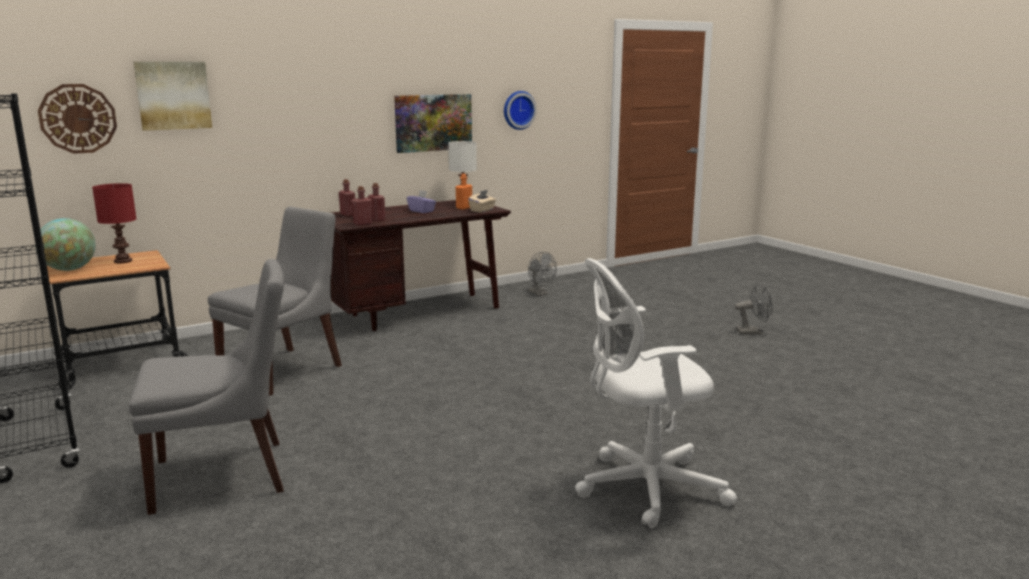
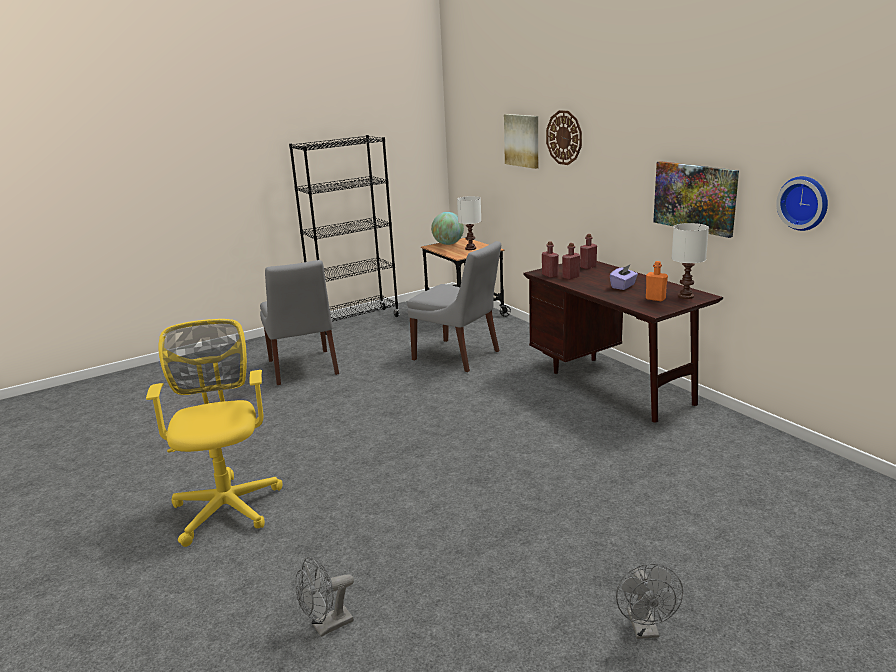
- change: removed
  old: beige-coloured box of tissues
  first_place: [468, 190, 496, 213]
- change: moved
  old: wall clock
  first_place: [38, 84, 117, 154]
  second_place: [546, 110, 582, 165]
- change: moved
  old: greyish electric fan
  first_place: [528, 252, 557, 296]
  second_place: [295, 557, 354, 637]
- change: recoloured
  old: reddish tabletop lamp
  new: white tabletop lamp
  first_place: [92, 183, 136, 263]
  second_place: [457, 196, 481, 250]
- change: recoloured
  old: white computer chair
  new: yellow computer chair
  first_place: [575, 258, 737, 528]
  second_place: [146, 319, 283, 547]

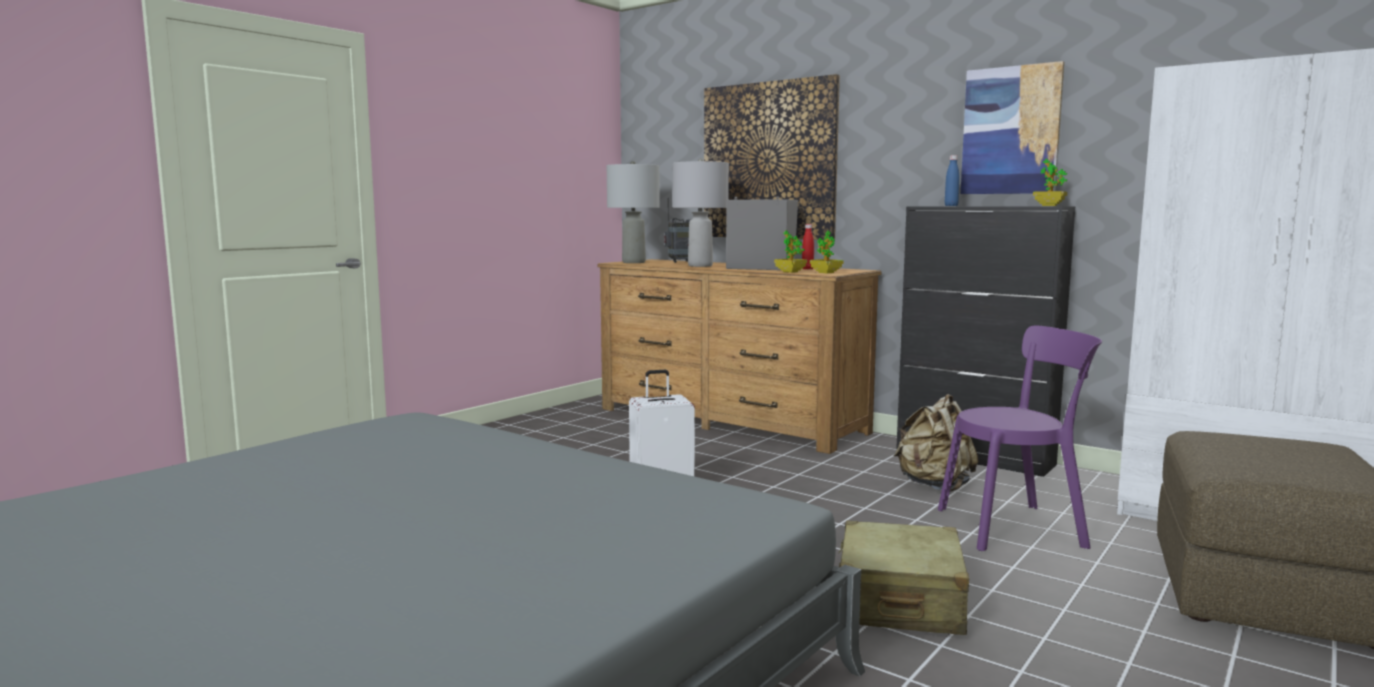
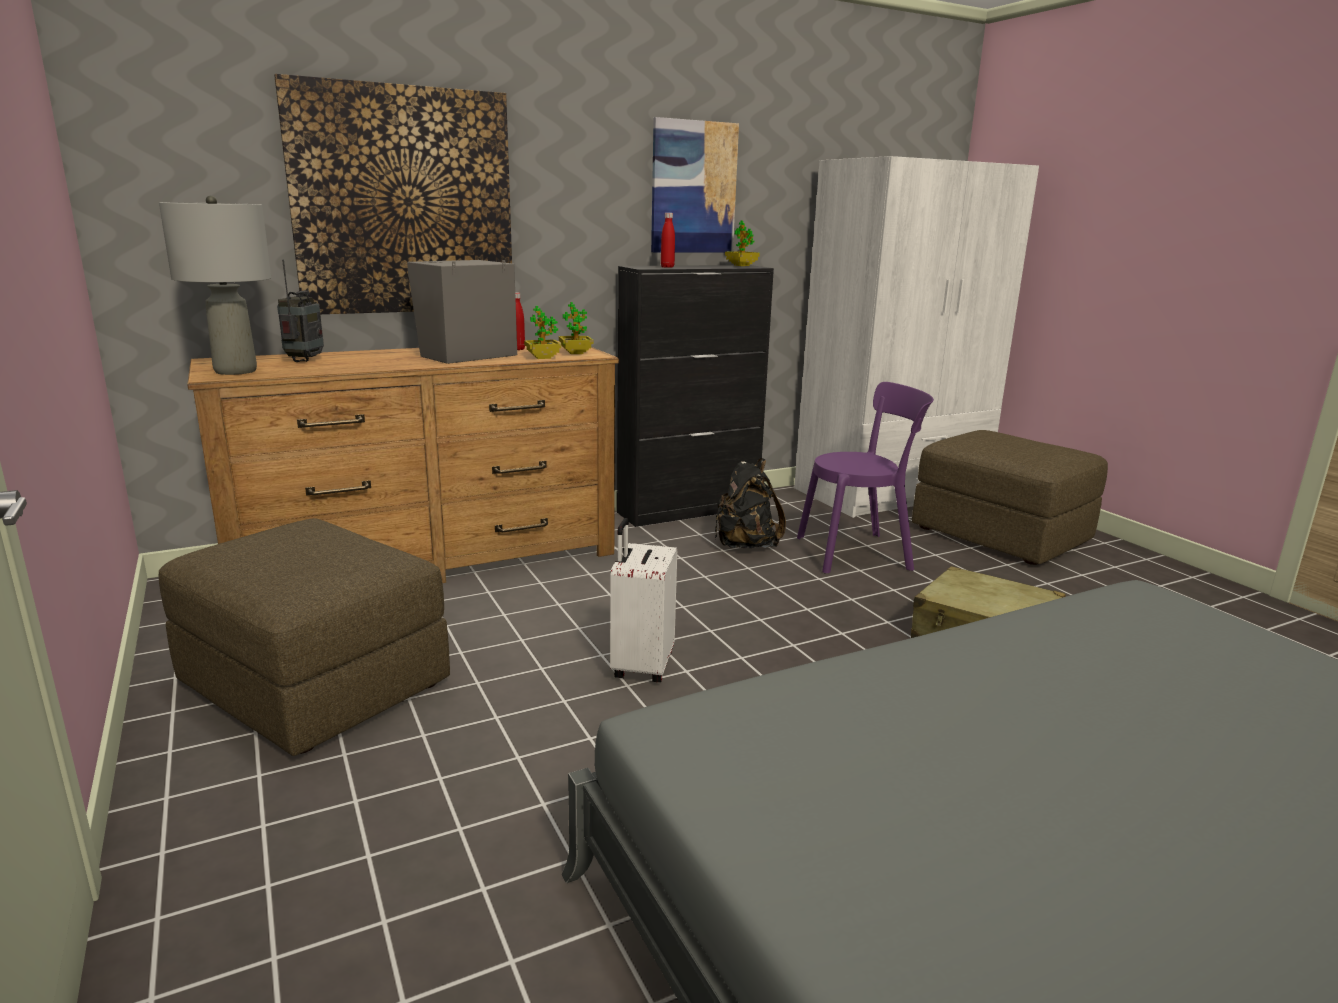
- change: removed
  old: greyish tabletop lamp
  first_place: [673, 158, 729, 267]
- change: added
  new: brown-coloured pouffe
  second_place: [159, 518, 450, 756]
- change: recoloured
  old: beige-coloured knapsack
  new: black-coloured knapsack
  first_place: [894, 394, 978, 492]
  second_place: [715, 458, 786, 548]
- change: recoloured
  old: blue-coloured drink bottle
  new: reddish drink bottle
  first_place: [945, 155, 960, 206]
  second_place: [661, 213, 675, 268]
- change: turned
  old: purple-coloured upright chair
  first_place: [938, 326, 1102, 551]
  second_place: [797, 382, 934, 573]
  degrees: 60

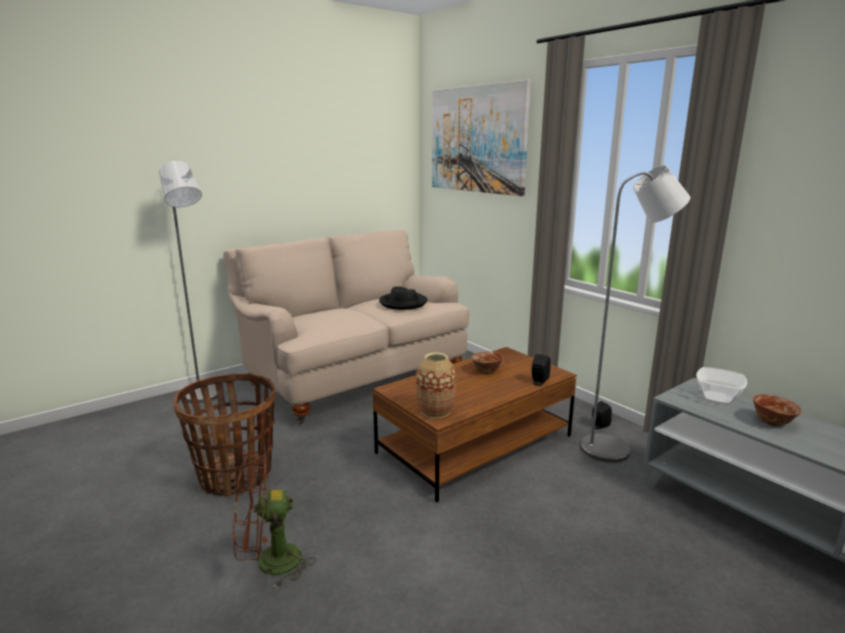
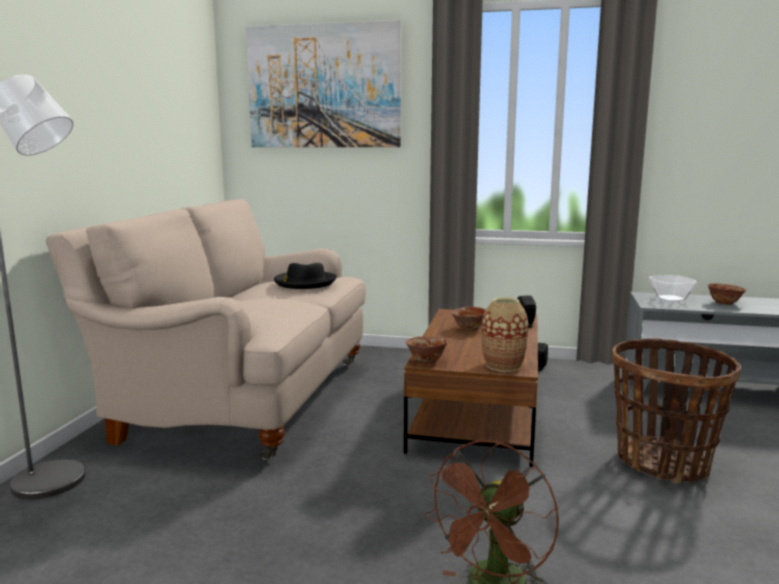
- change: removed
  old: greyish standard lamp
  first_place: [580, 165, 690, 463]
- change: added
  new: deep dish
  second_place: [406, 336, 447, 364]
- change: moved
  old: storage basket
  first_place: [173, 373, 276, 497]
  second_place: [612, 338, 741, 483]

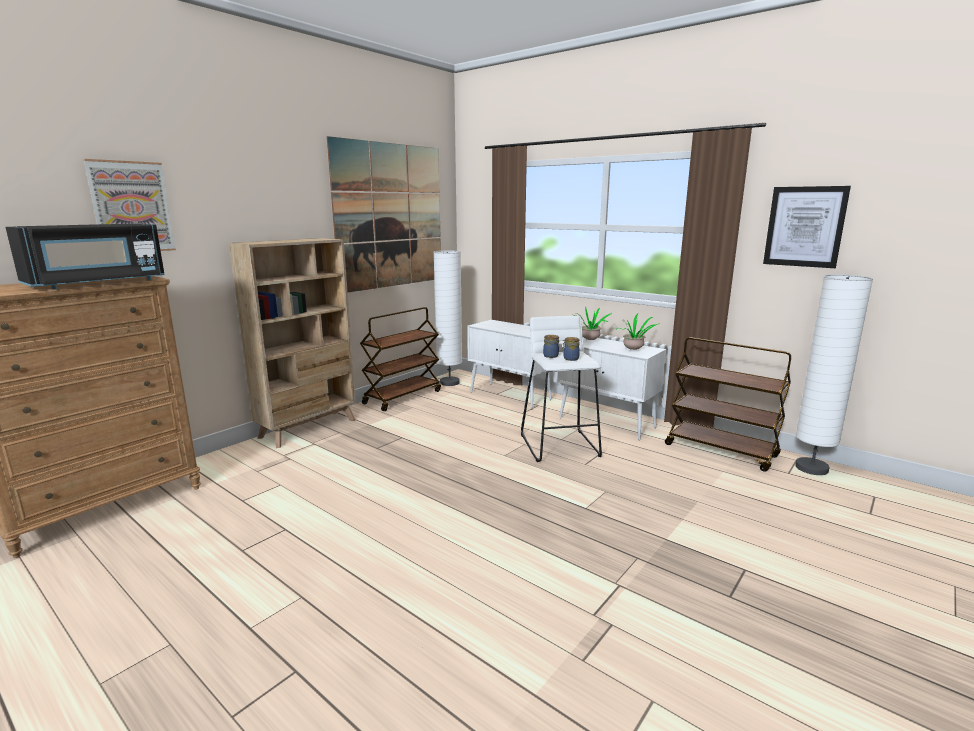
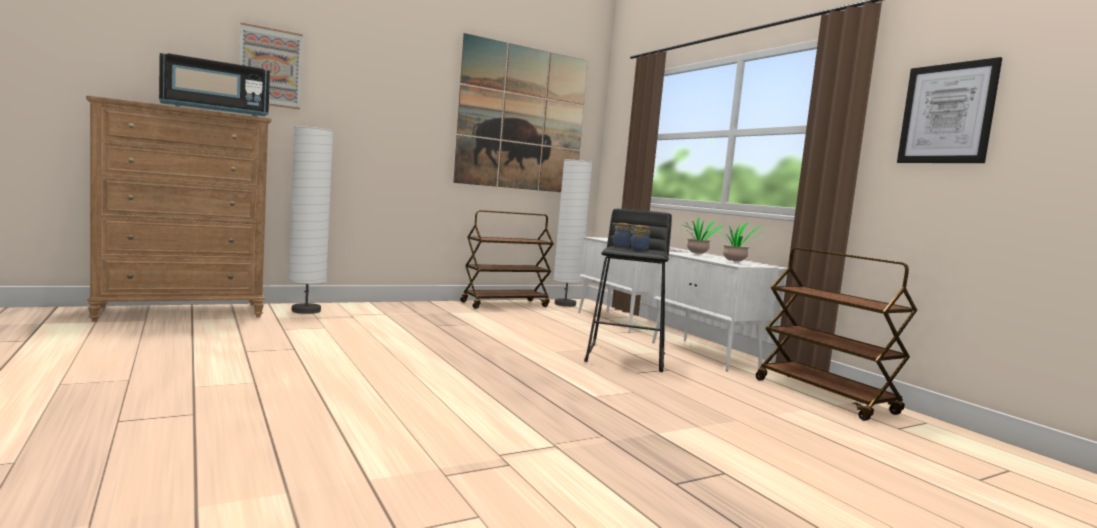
- change: removed
  old: beige-coloured shelving unit
  first_place: [229, 238, 356, 448]
- change: moved
  old: white standard lamp
  first_place: [795, 274, 873, 475]
  second_place: [288, 126, 333, 314]
- change: recoloured
  old: white sitting stool
  new: black-coloured sitting stool
  first_place: [521, 316, 602, 462]
  second_place: [584, 209, 672, 372]

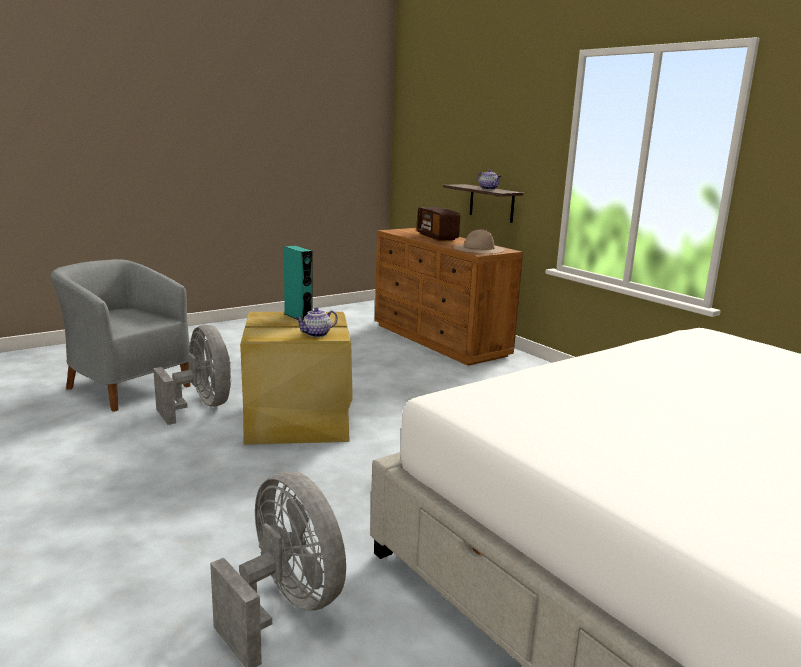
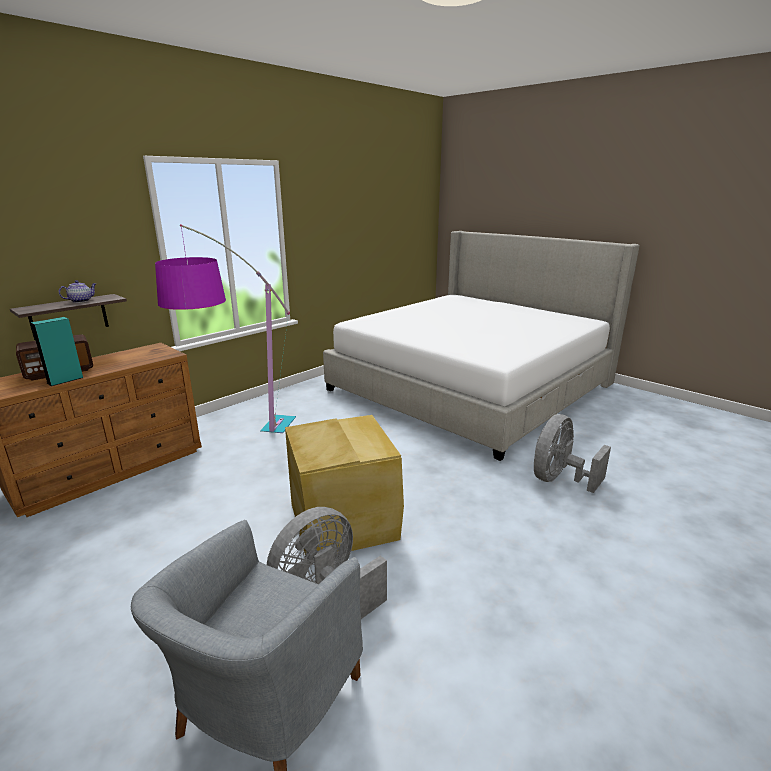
- change: removed
  old: tea pot
  first_place: [295, 308, 338, 337]
- change: removed
  old: beige-coloured wearable hat
  first_place: [453, 229, 505, 254]
- change: added
  new: standard lamp
  second_place: [155, 224, 296, 433]
- change: moved
  old: turquoise speaker
  first_place: [284, 246, 313, 321]
  second_place: [31, 317, 84, 386]

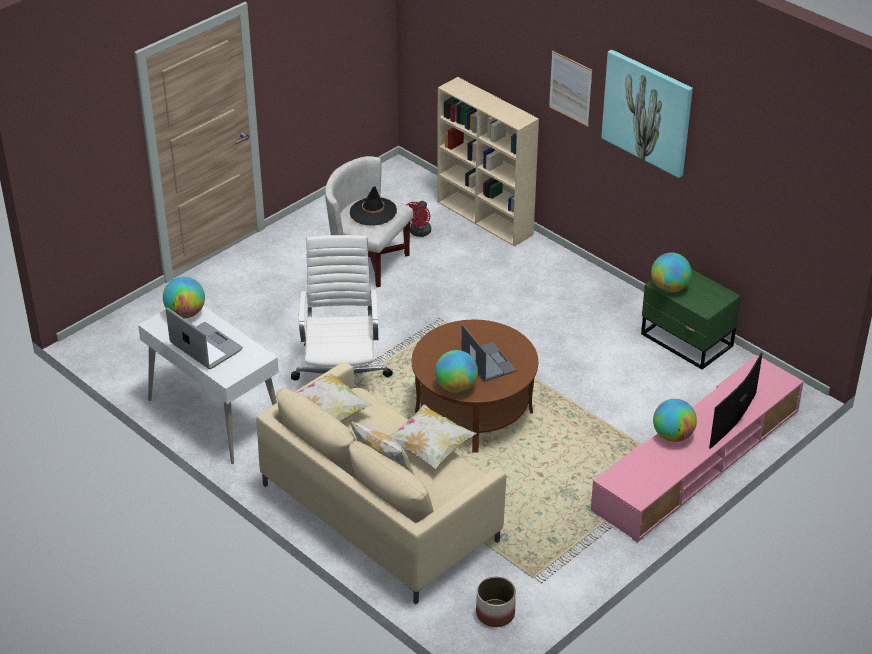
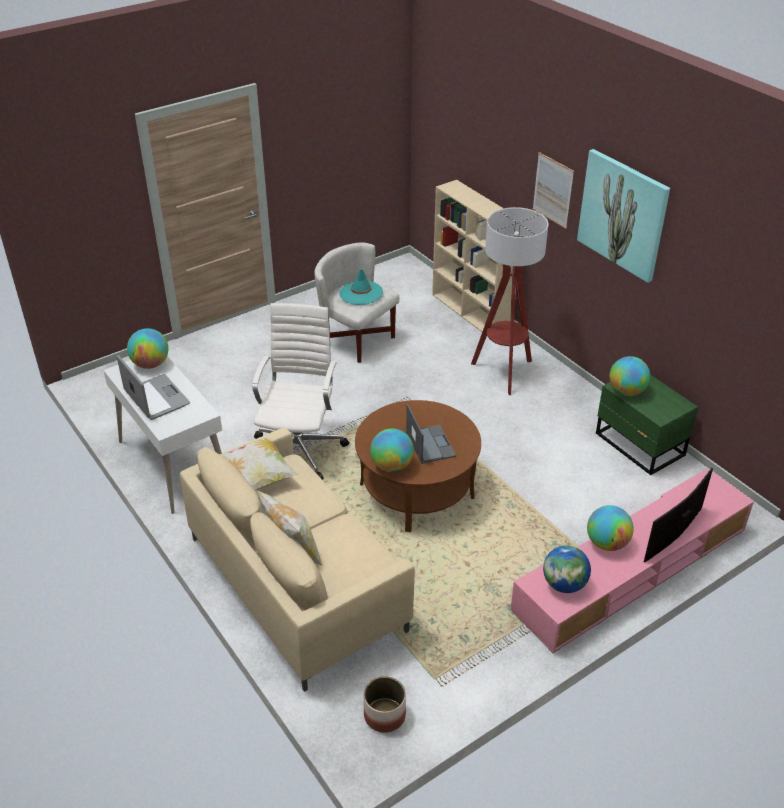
- change: removed
  old: throw pillow
  first_place: [389, 404, 477, 469]
- change: removed
  old: reddish electric fan
  first_place: [406, 201, 431, 237]
- change: added
  new: standard lamp
  second_place: [471, 207, 549, 395]
- change: added
  new: world globe
  second_place: [543, 545, 591, 593]
- change: recoloured
  old: black-coloured wearable hat
  new: turquoise wearable hat
  first_place: [350, 186, 397, 226]
  second_place: [339, 269, 383, 305]

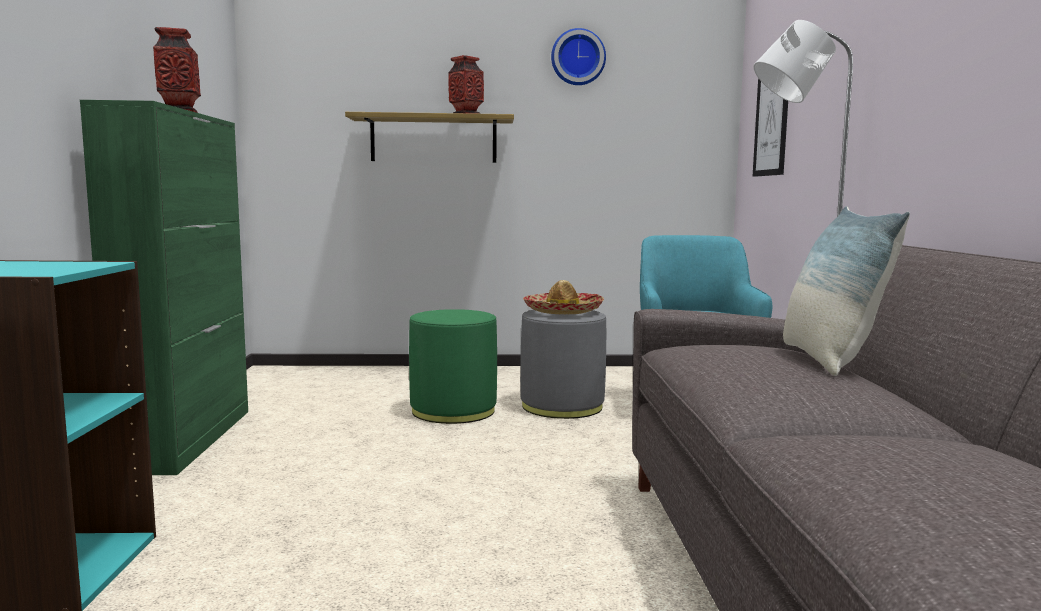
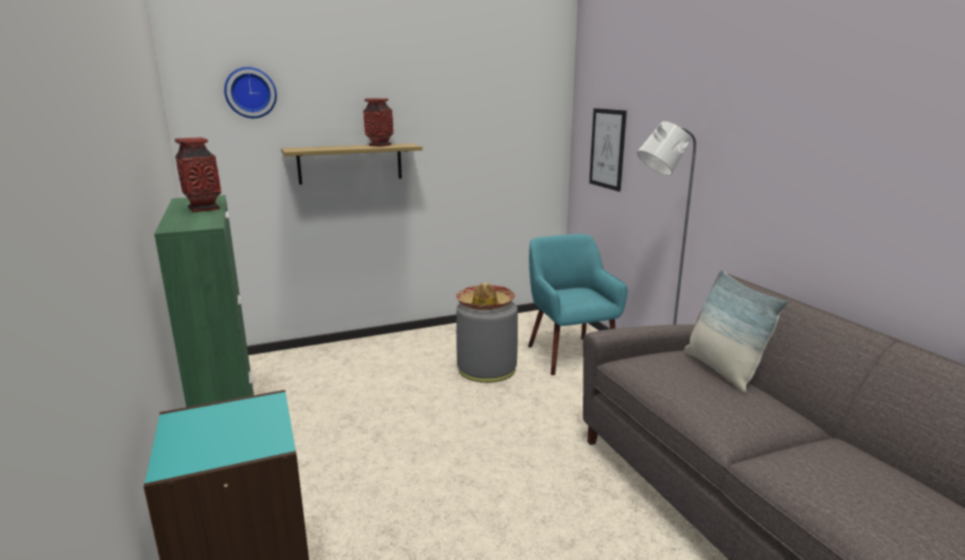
- change: removed
  old: green pouffe
  first_place: [409, 309, 497, 424]
- change: moved
  old: wall clock
  first_place: [551, 28, 606, 85]
  second_place: [224, 67, 277, 118]

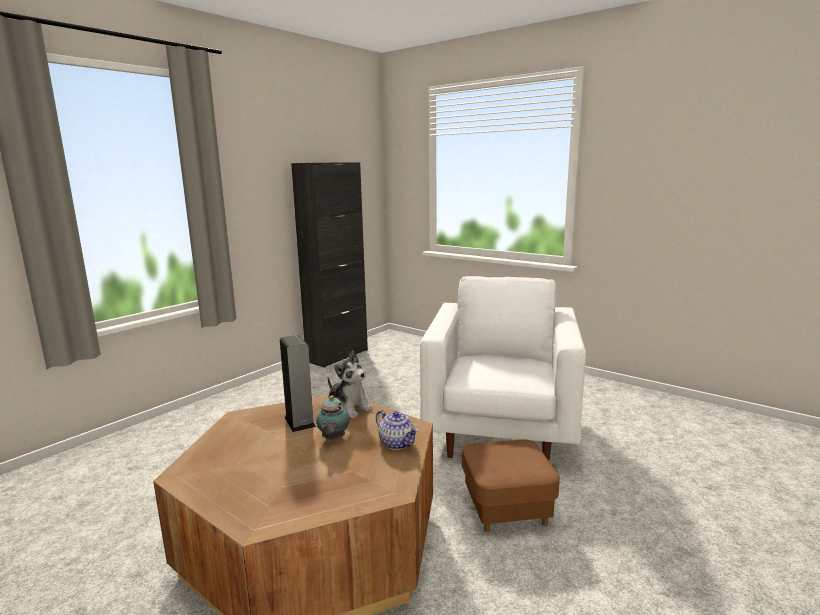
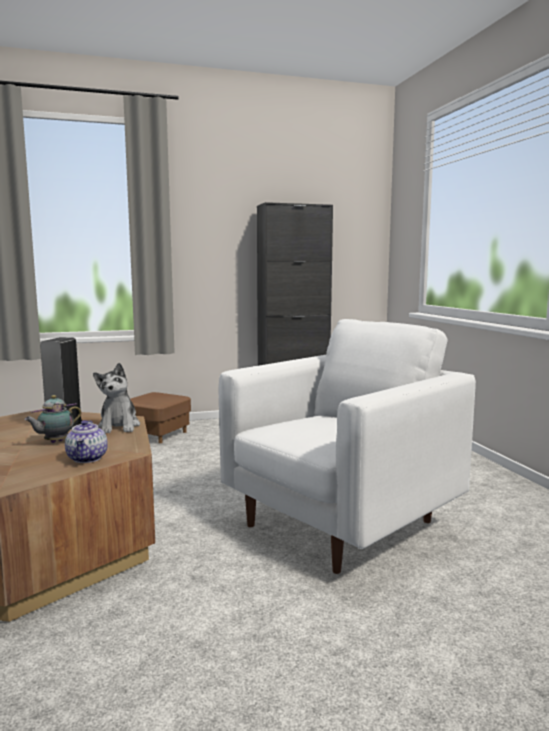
- change: moved
  old: brown-coloured pouffe
  first_place: [462, 439, 560, 532]
  second_place: [130, 392, 191, 443]

